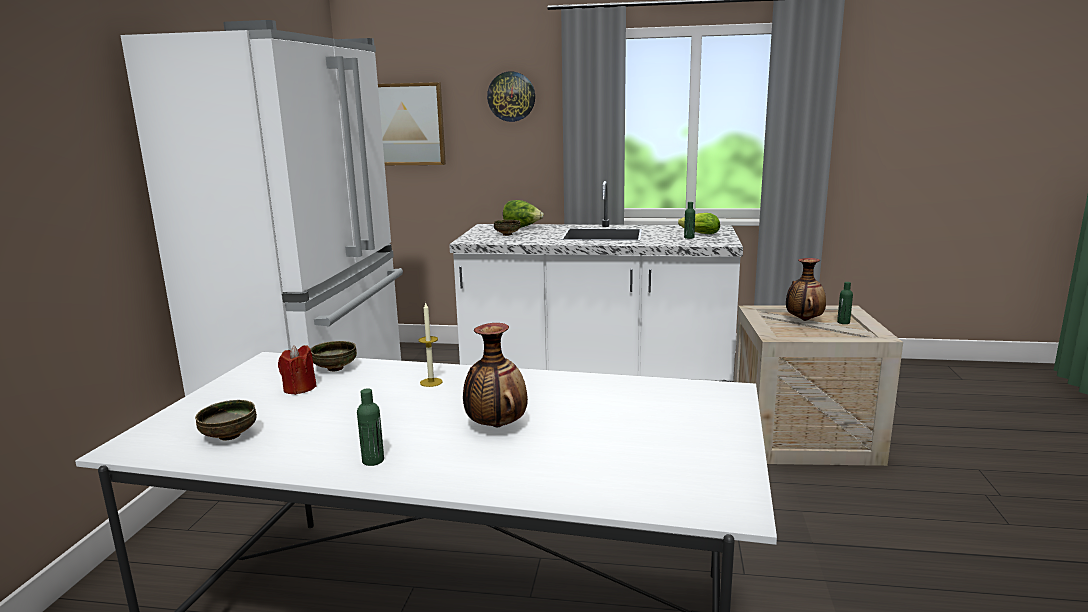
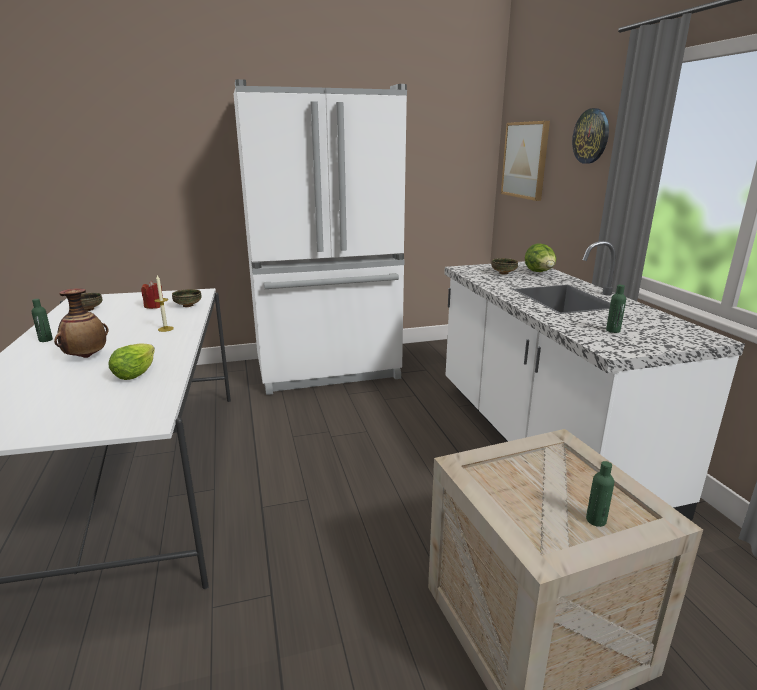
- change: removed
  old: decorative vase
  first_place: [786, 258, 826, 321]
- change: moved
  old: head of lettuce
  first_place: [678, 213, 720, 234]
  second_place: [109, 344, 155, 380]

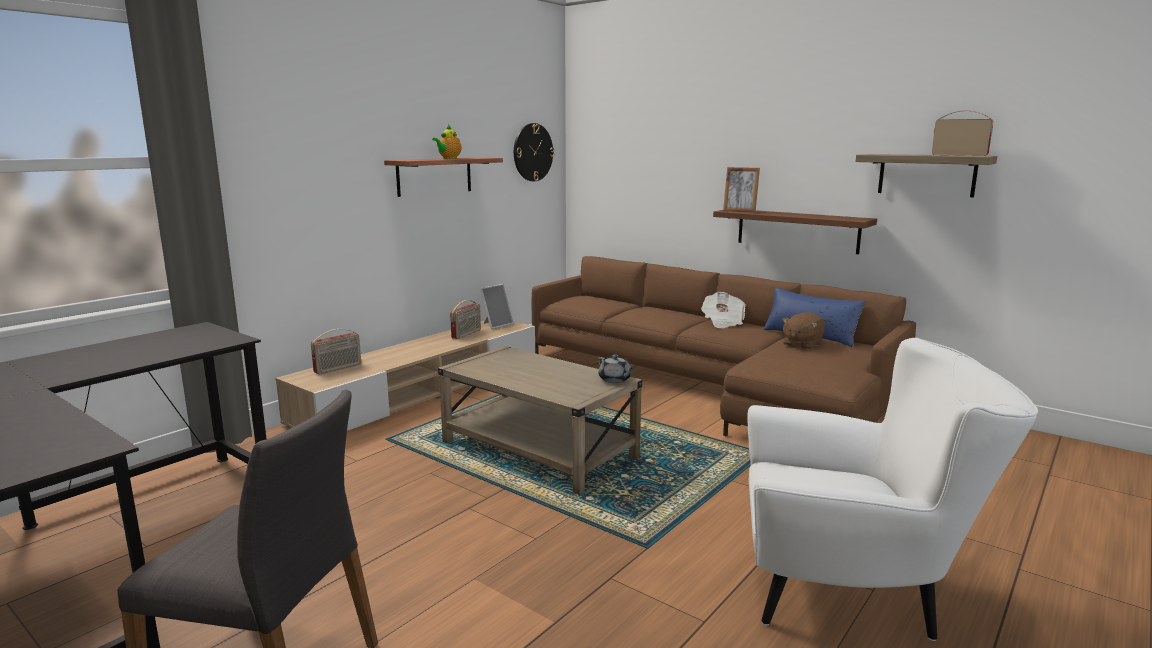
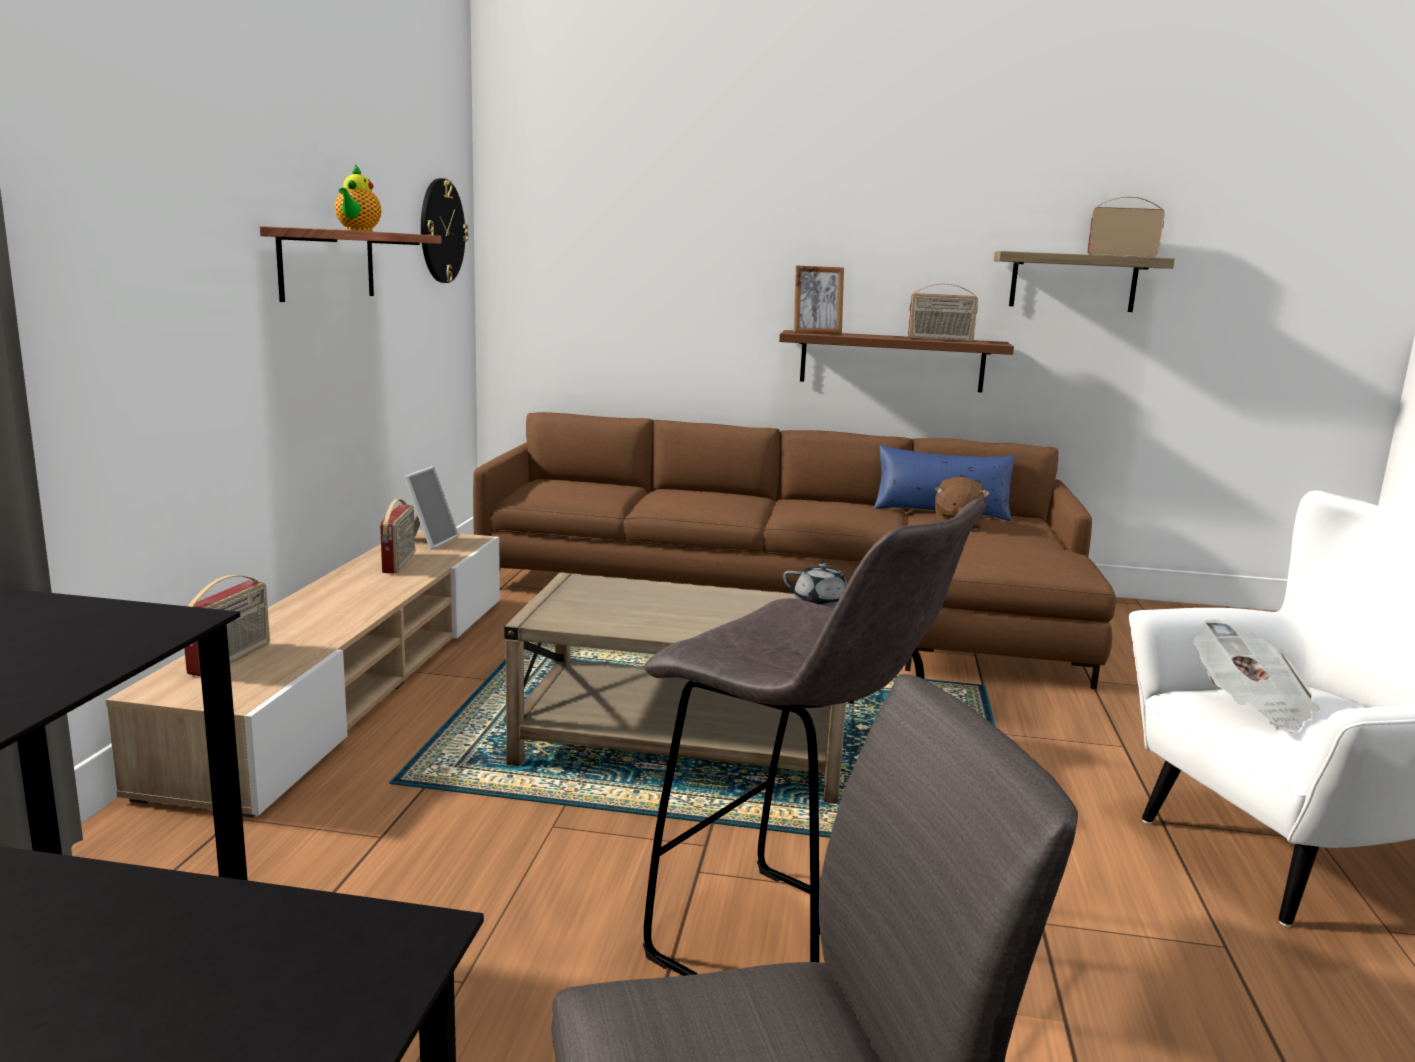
- change: added
  new: greyish sitting stool
  second_place: [643, 498, 985, 976]
- change: added
  new: radio receiver
  second_place: [908, 284, 978, 342]
- change: moved
  old: printed paper
  first_place: [701, 292, 746, 328]
  second_place: [1194, 620, 1320, 733]

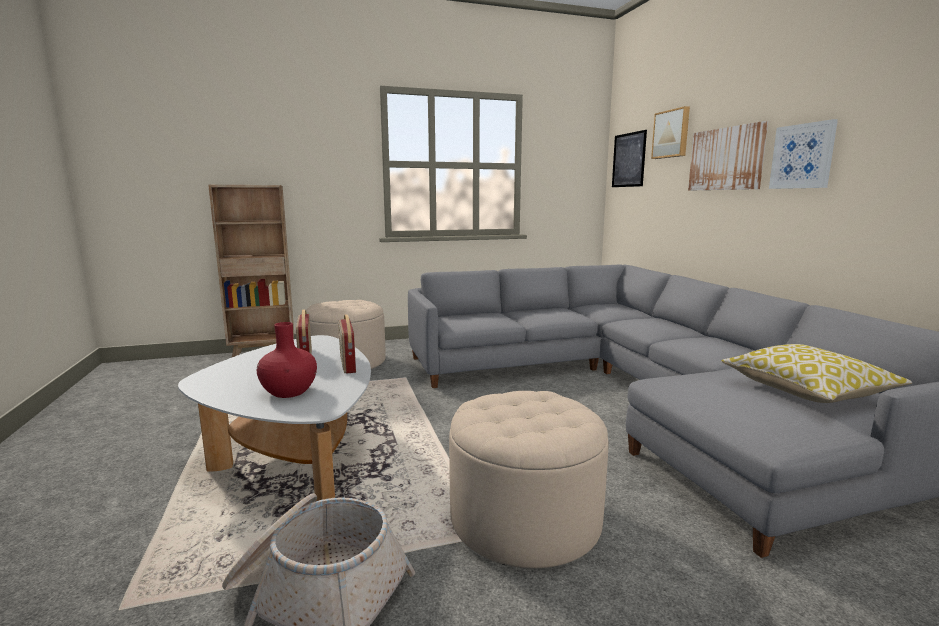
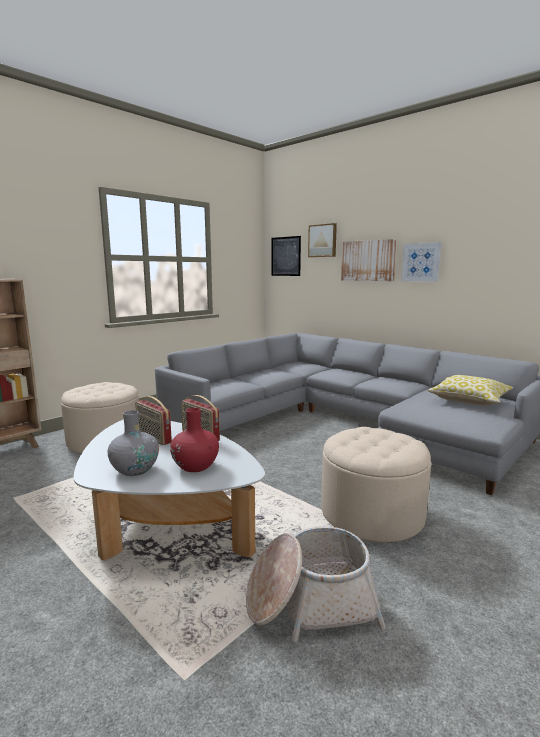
- change: added
  new: greyish decorative vase
  second_place: [108, 410, 159, 476]

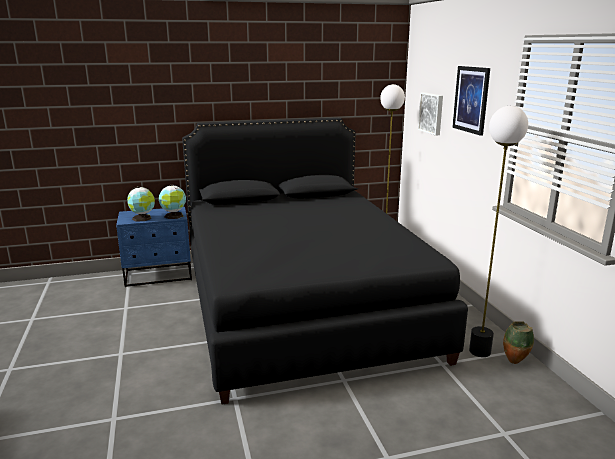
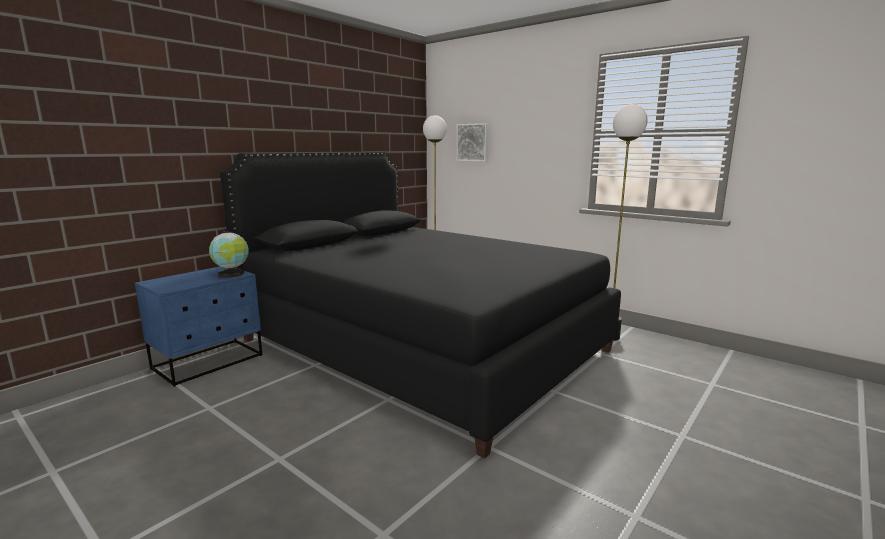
- change: removed
  old: world globe
  first_place: [127, 186, 155, 222]
- change: removed
  old: picture
  first_place: [452, 66, 490, 136]
- change: removed
  old: decorative vase
  first_place: [503, 321, 534, 364]

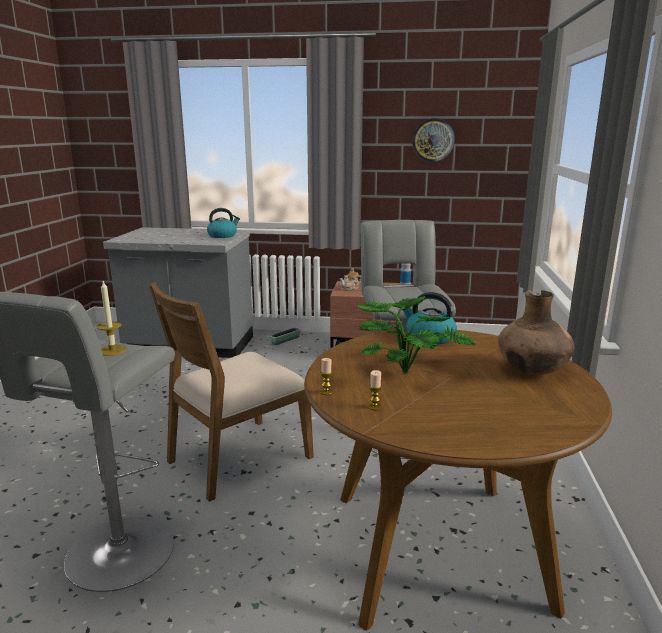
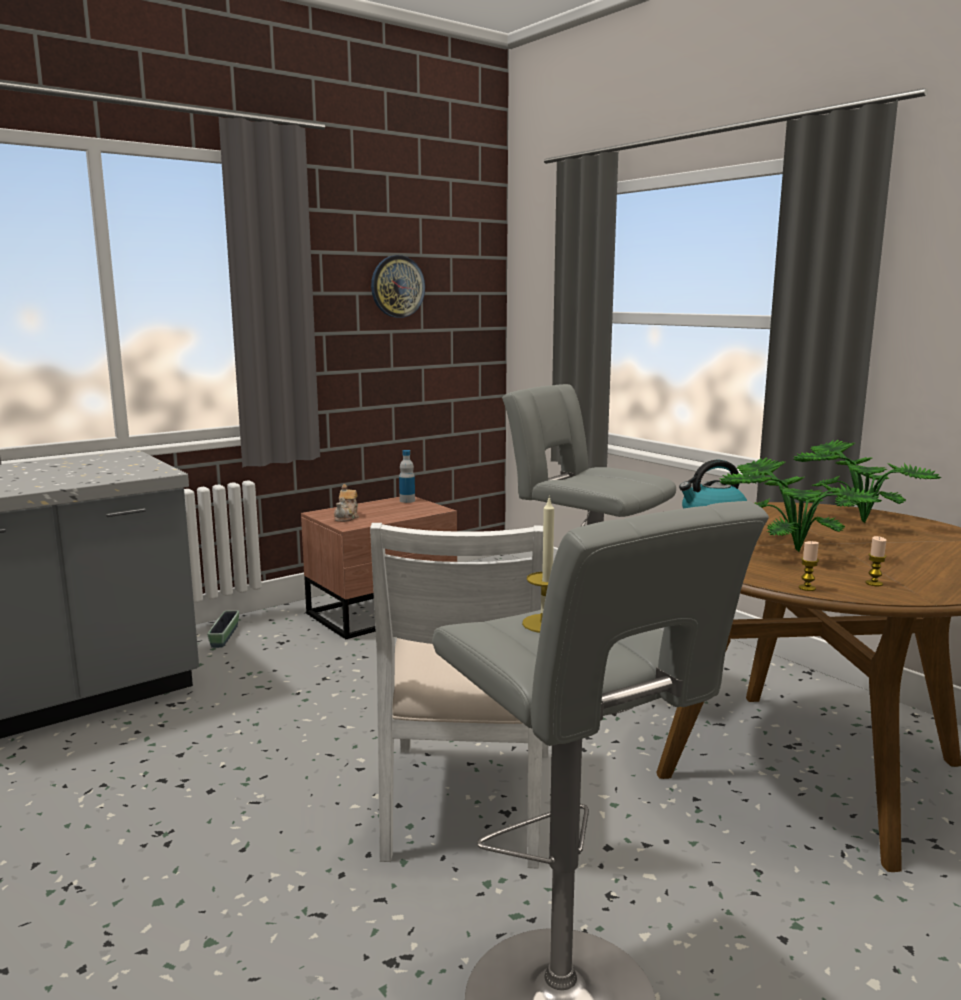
- change: removed
  old: kettle
  first_place: [207, 208, 240, 238]
- change: replaced
  old: brown-coloured decorative vase
  new: plant in a pot
  first_place: [498, 290, 575, 375]
  second_place: [793, 440, 942, 523]
- change: recoloured
  old: brown-coloured upright chair
  new: white upright chair
  first_place: [149, 282, 314, 502]
  second_place: [370, 523, 548, 869]

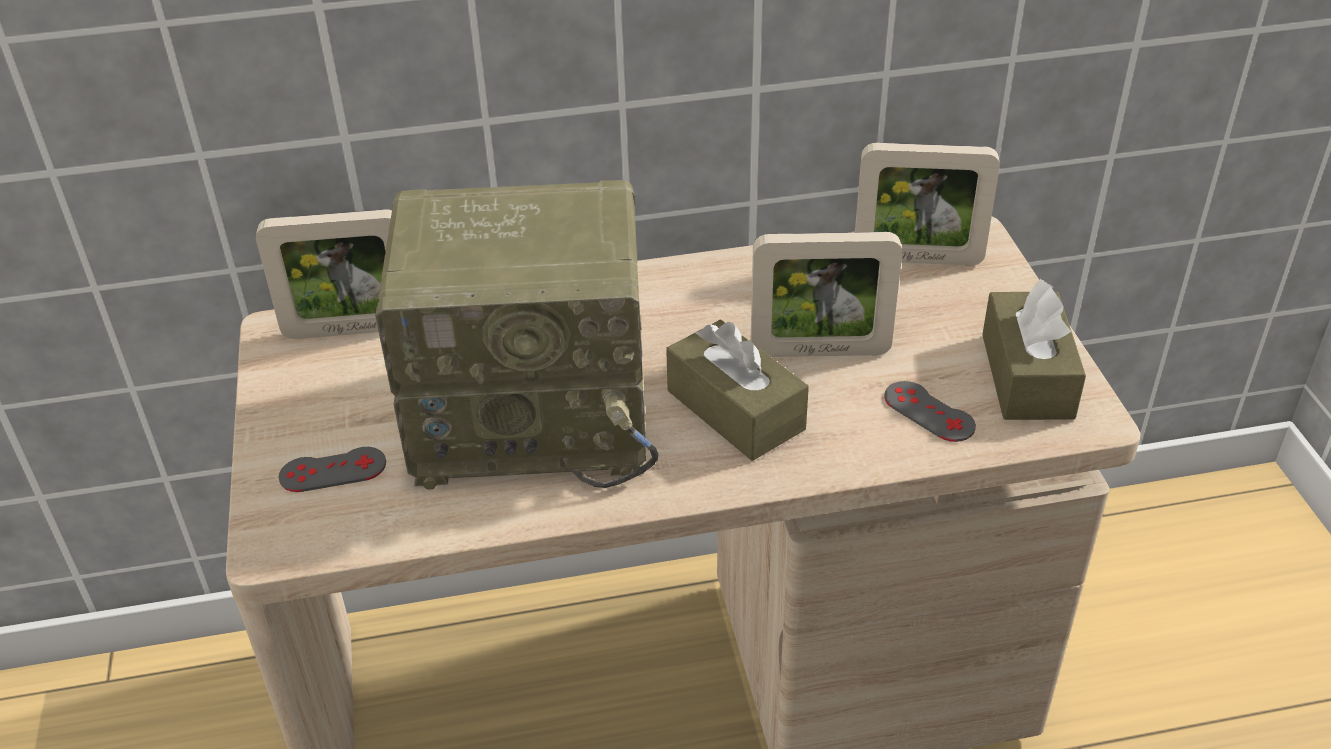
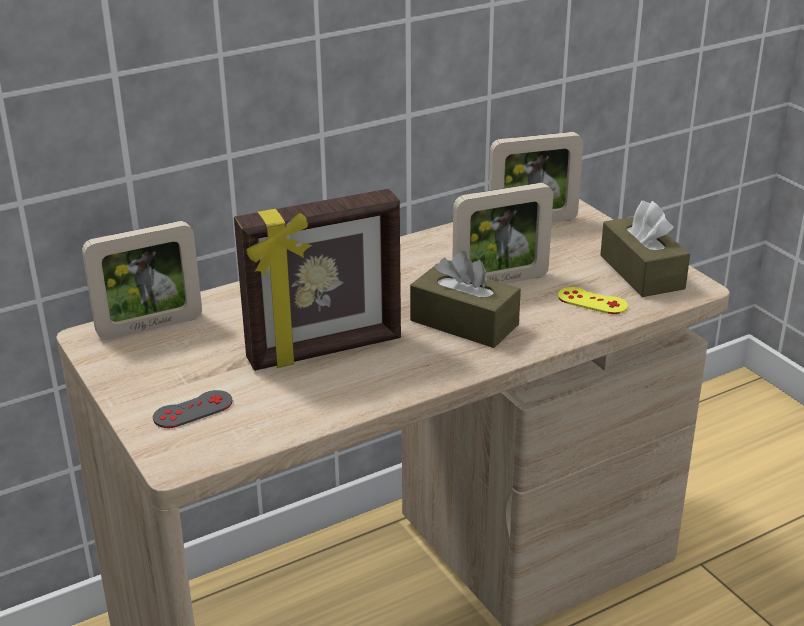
- change: replaced
  old: radio receiver
  new: picture frame
  first_place: [375, 180, 659, 490]
  second_place: [234, 189, 401, 371]
- change: recoloured
  old: greyish game controller
  new: yellow game controller
  first_place: [884, 381, 976, 442]
  second_place: [558, 287, 628, 314]

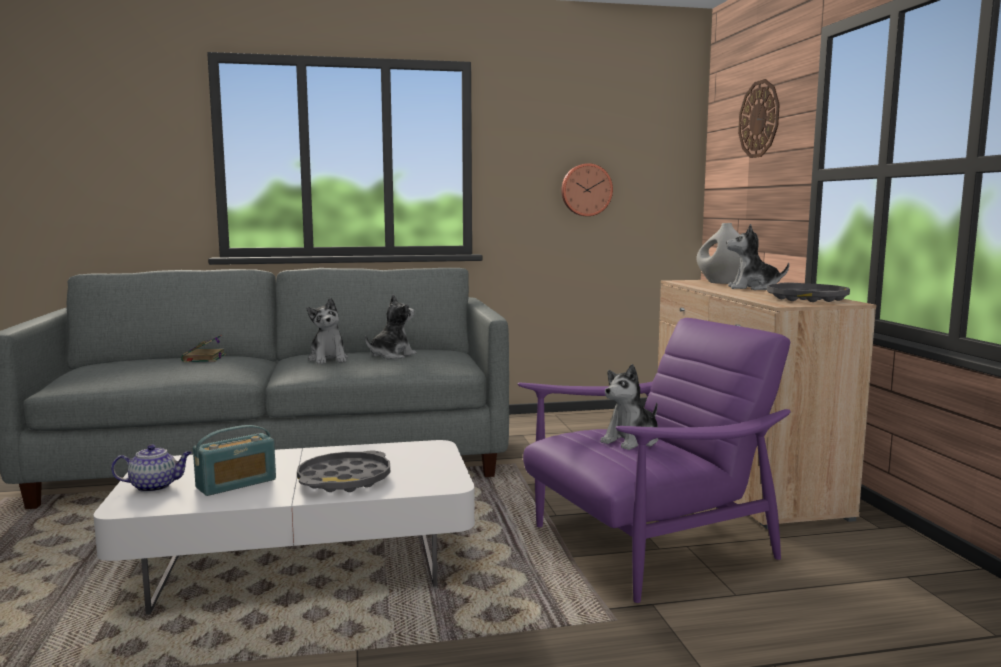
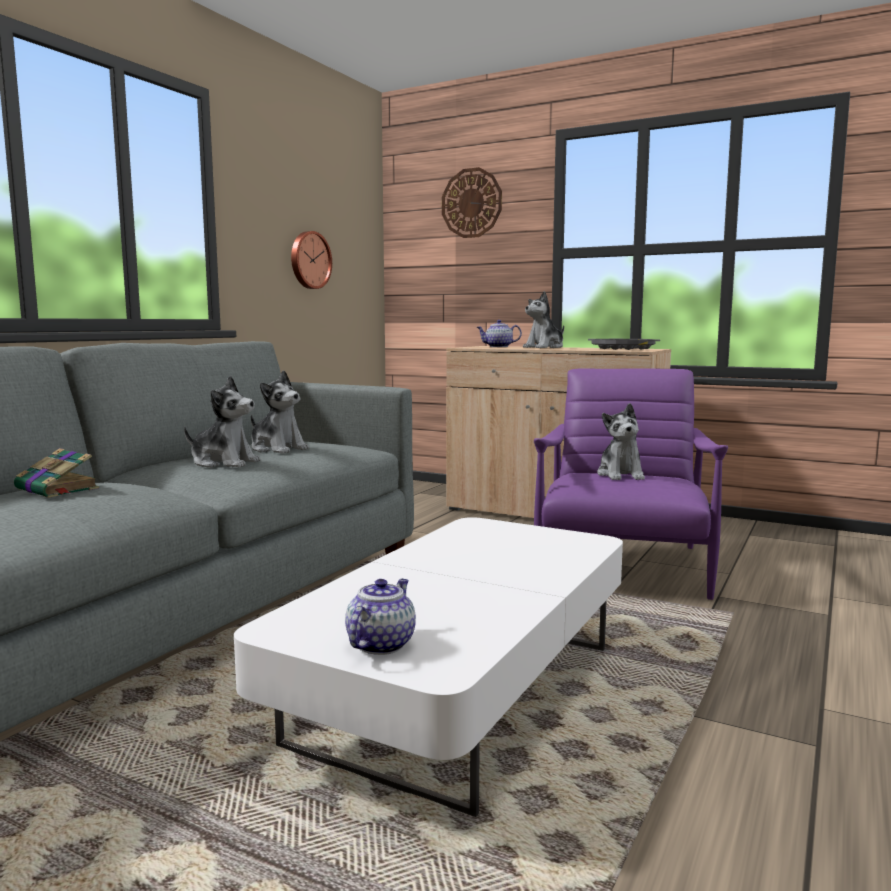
- change: removed
  old: radio receiver
  first_place: [193, 425, 276, 496]
- change: removed
  old: greyish tray
  first_place: [297, 451, 390, 492]
- change: replaced
  old: white decorative vase
  new: tea pot
  first_place: [697, 223, 740, 284]
  second_place: [477, 320, 522, 347]
- change: turned
  old: cuddly toy
  first_place: [365, 295, 417, 359]
  second_place: [251, 370, 309, 454]
  degrees: 135

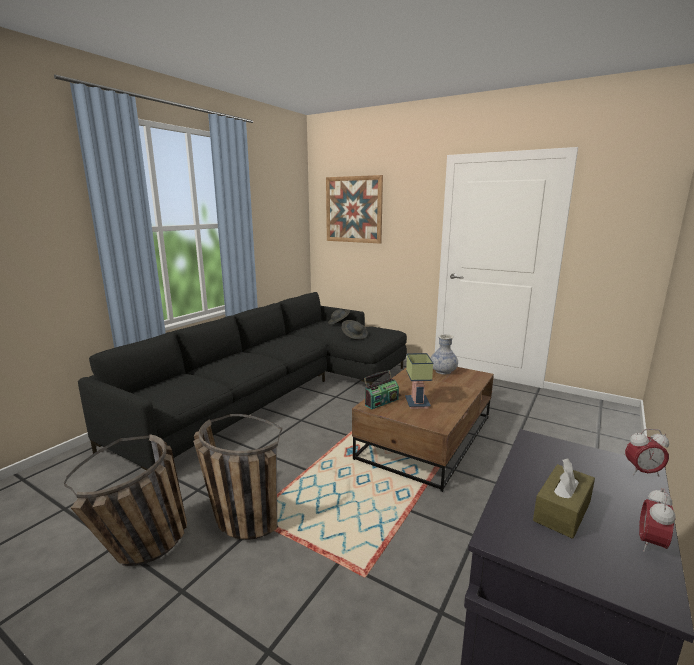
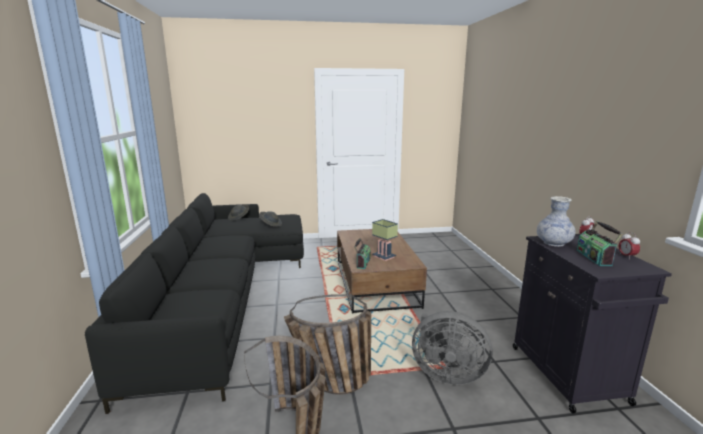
- change: removed
  old: picture
  first_place: [326, 175, 383, 243]
- change: added
  new: greyish electric fan
  second_place: [412, 311, 493, 385]
- change: moved
  old: decorative vase
  first_place: [430, 334, 458, 374]
  second_place: [537, 196, 576, 247]
- change: replaced
  old: brown-coloured box of tissues
  new: radio receiver
  first_place: [533, 459, 595, 539]
  second_place: [577, 221, 623, 266]

